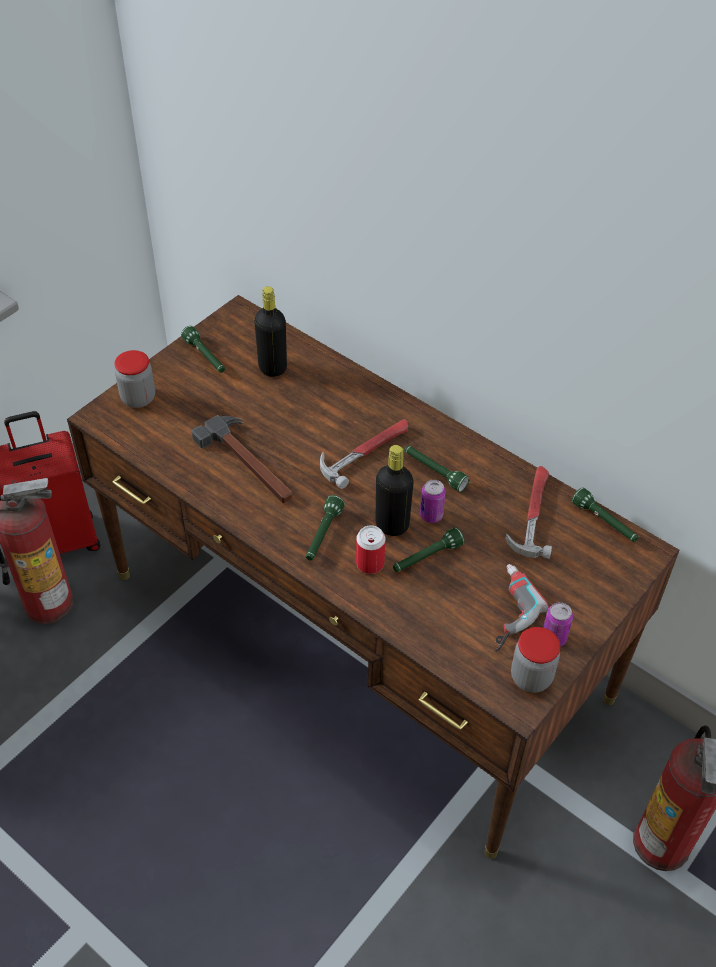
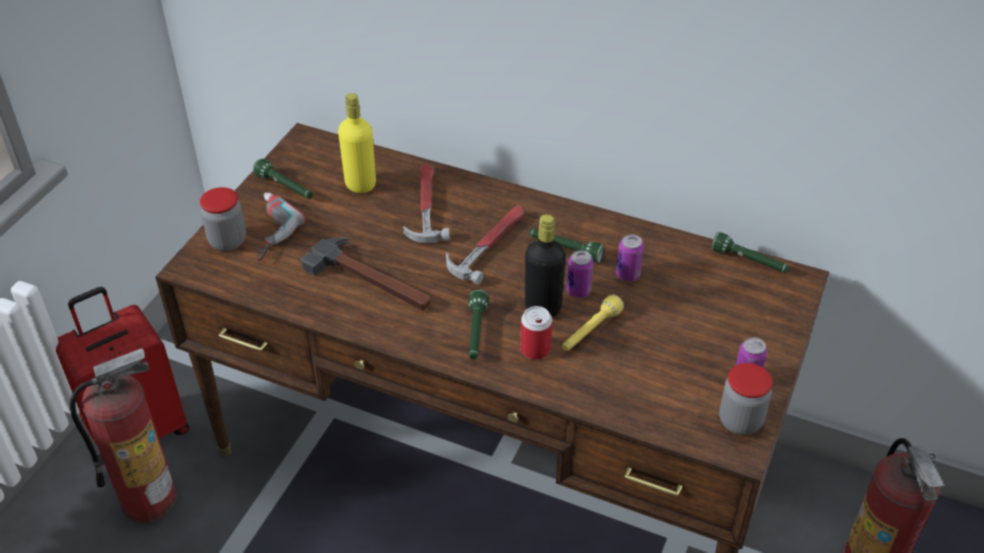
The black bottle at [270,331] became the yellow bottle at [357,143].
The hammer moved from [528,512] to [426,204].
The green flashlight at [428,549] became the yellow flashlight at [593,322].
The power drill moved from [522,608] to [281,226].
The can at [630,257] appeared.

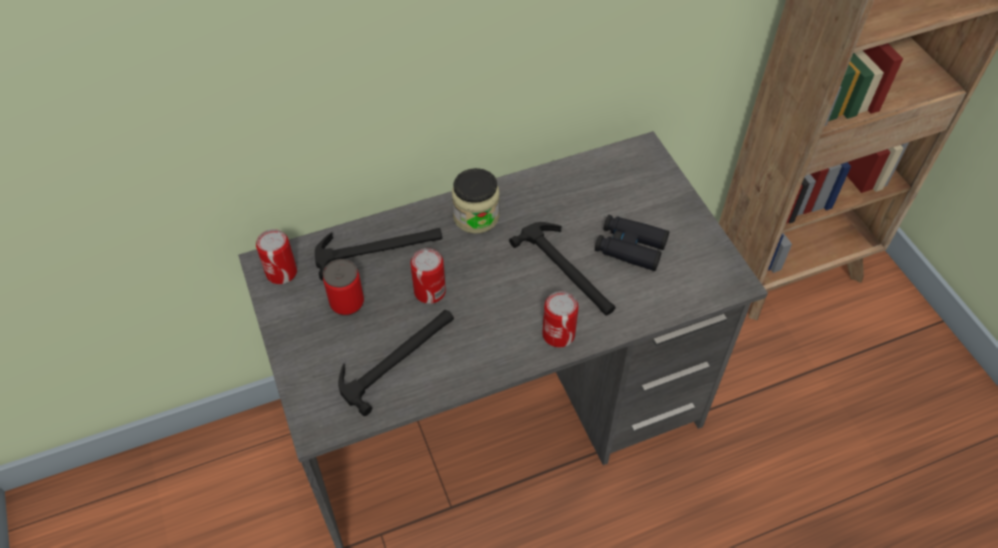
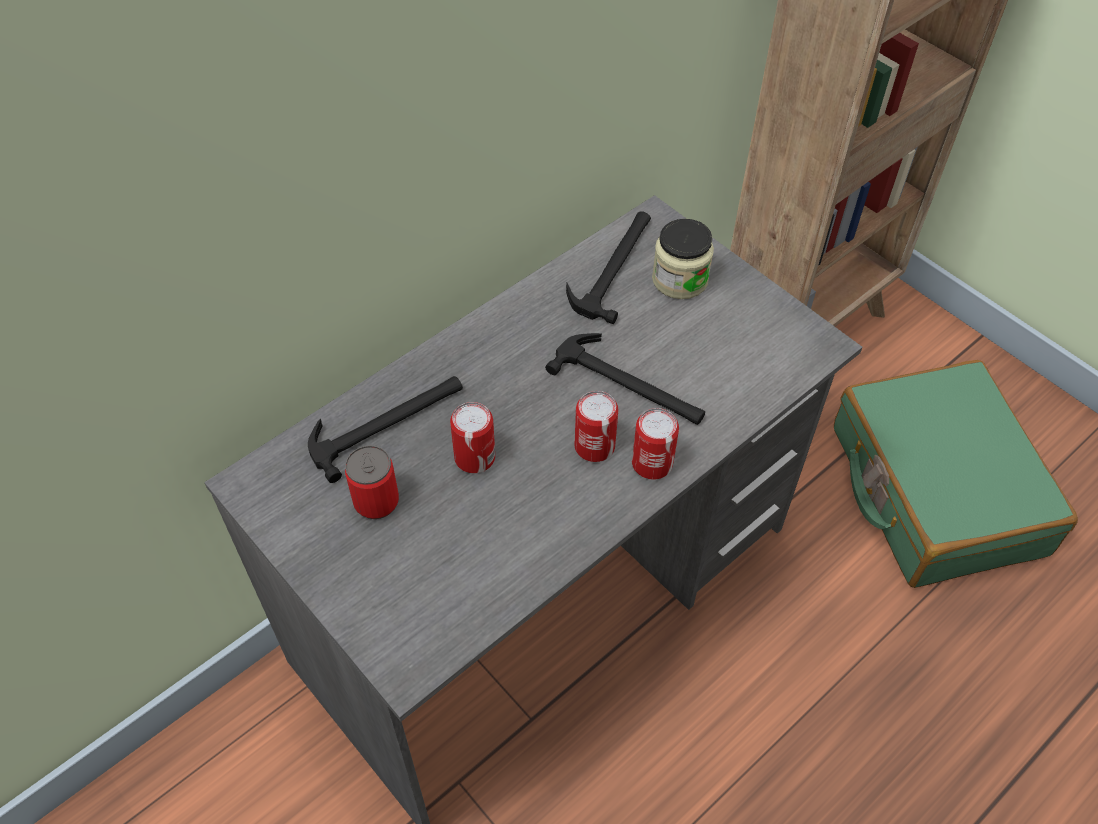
The jar moved from [476,201] to [683,259].
The black binoculars at [632,243] disappeared.
The can moved from [276,256] to [596,426].
The hammer moved from [396,363] to [608,267].
The green suitcase at [956,474] appeared.

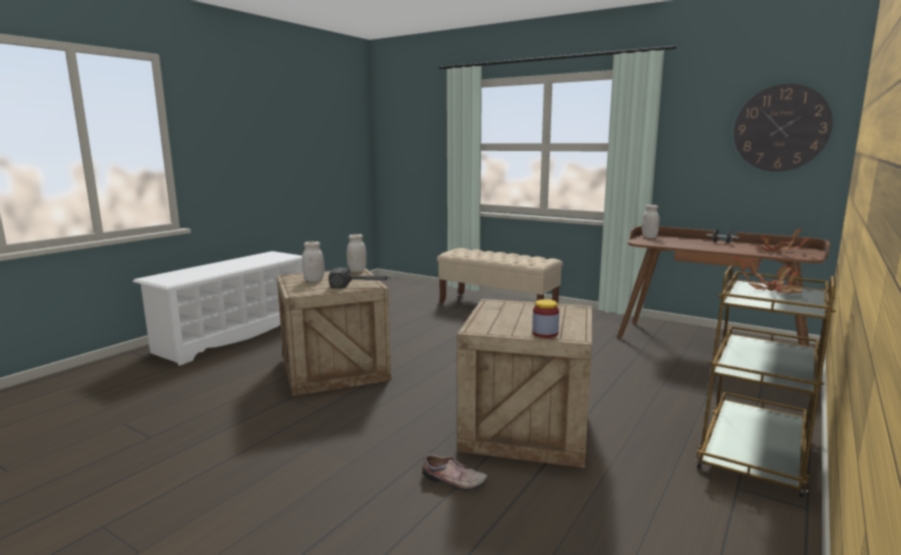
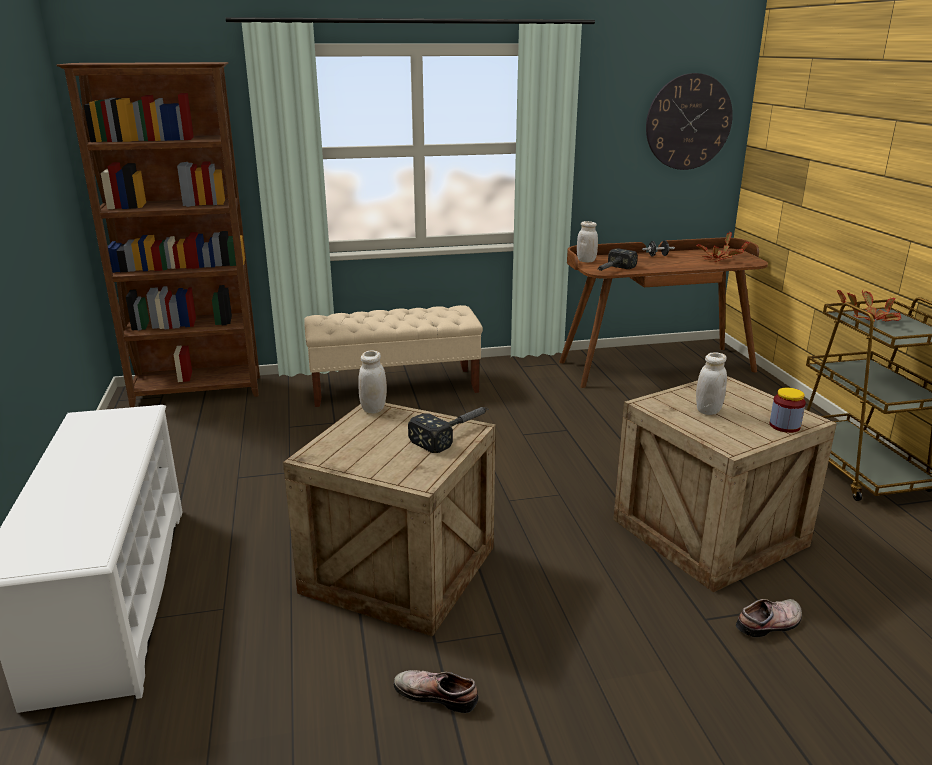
The white jar moved from [313,261] to [711,383].
The brown bookcase at [158,234] appeared.
The hammer at [618,260] appeared.
The shoe at [436,691] appeared.

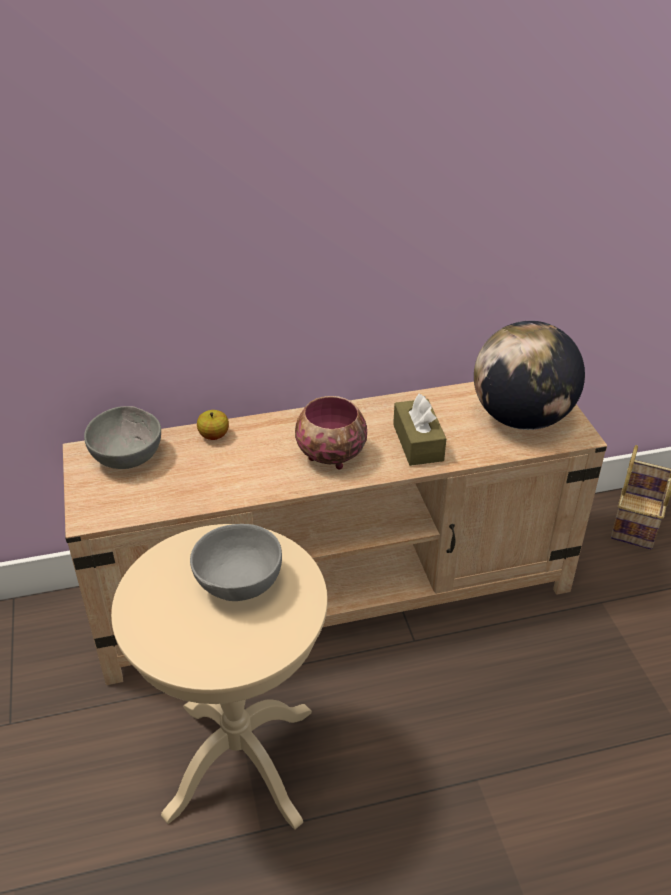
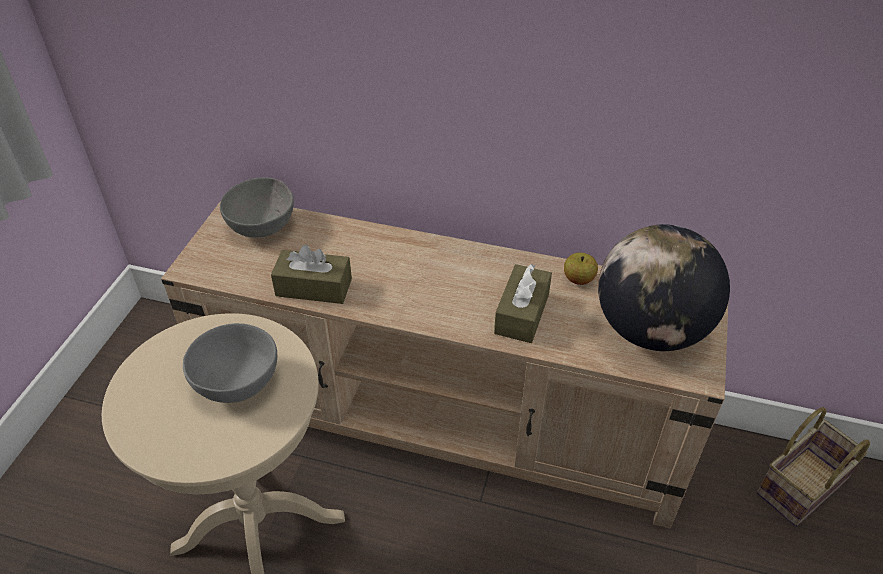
The bowl at [331,433] disappeared.
The apple moved from [213,425] to [581,269].
The brown tissue box at [311,274] appeared.

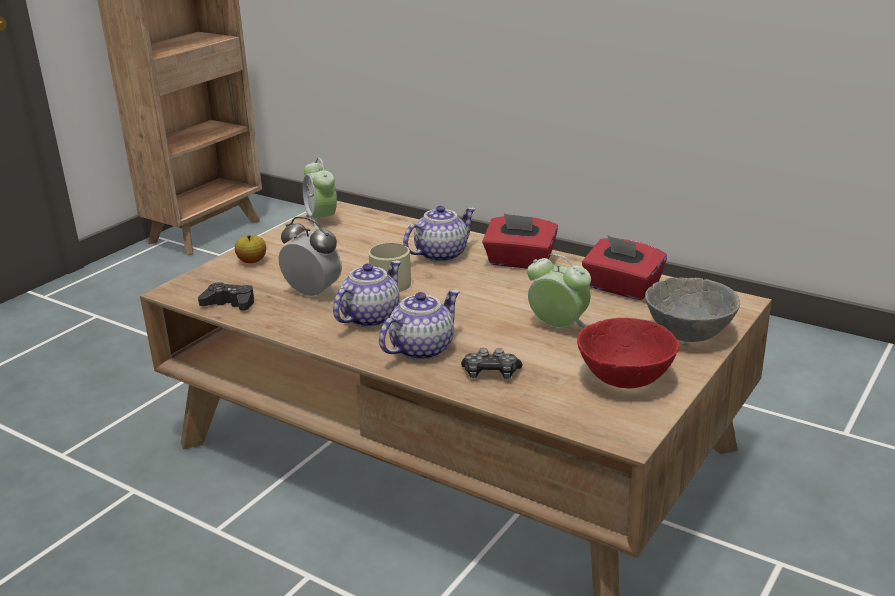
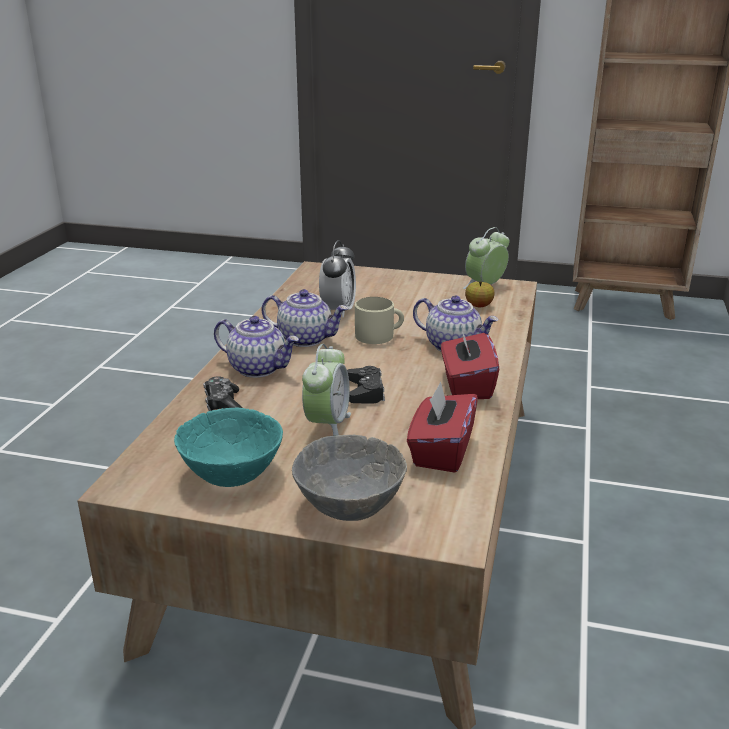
The apple moved from [250,249] to [480,294].
The black game controller moved from [226,296] to [366,385].
The red bowl at [628,353] became the turquoise bowl at [228,447].

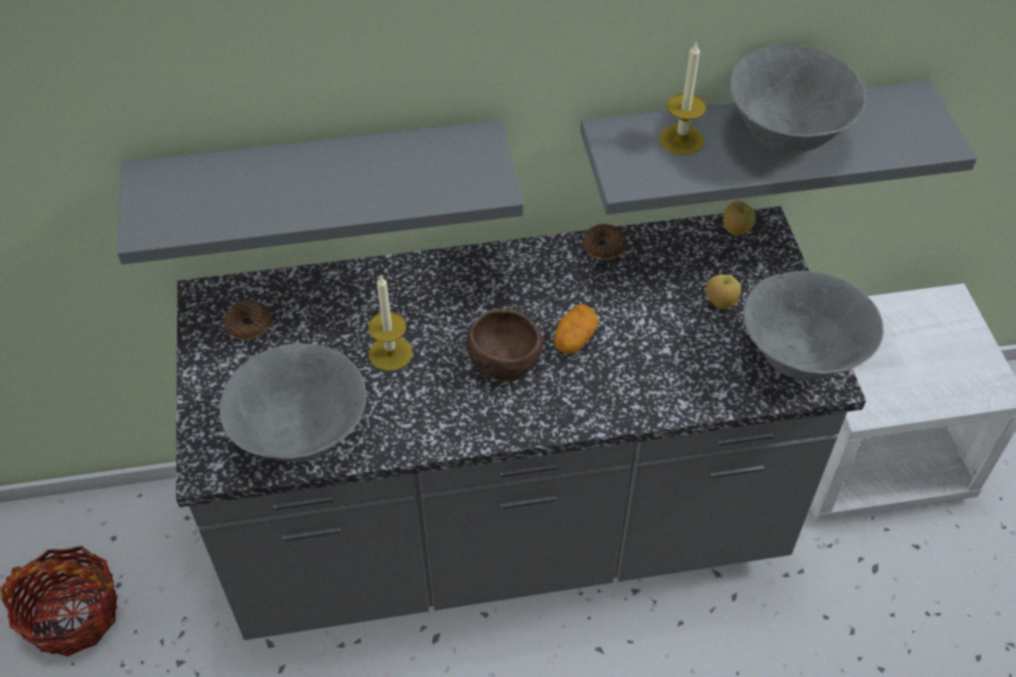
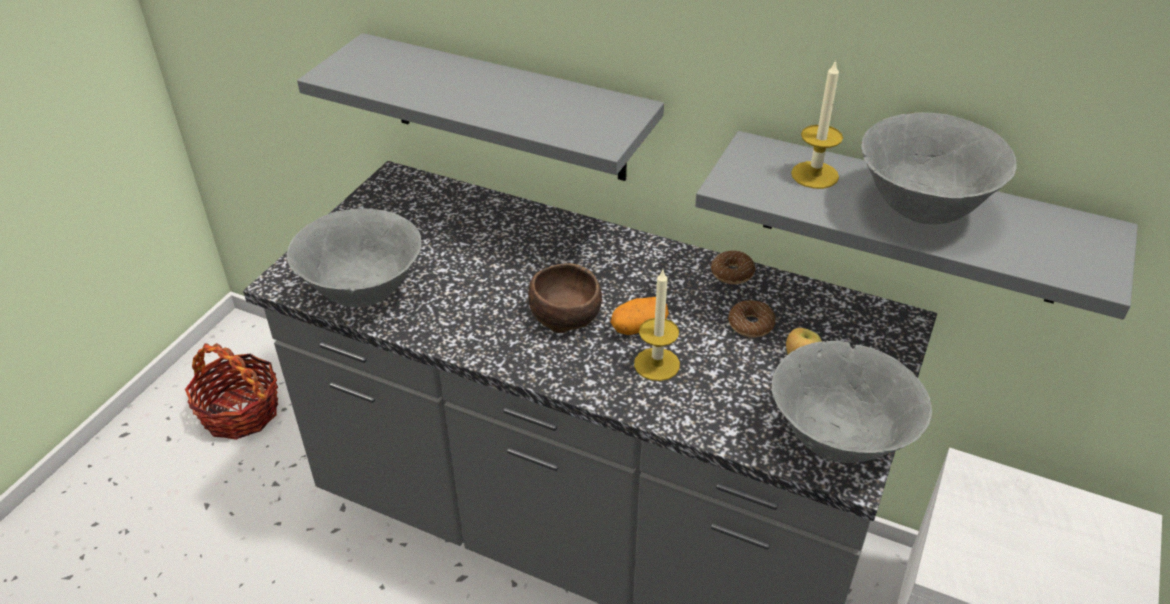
The apple at [739,218] disappeared.
The candle moved from [390,322] to [657,325].
The donut moved from [248,320] to [752,318].

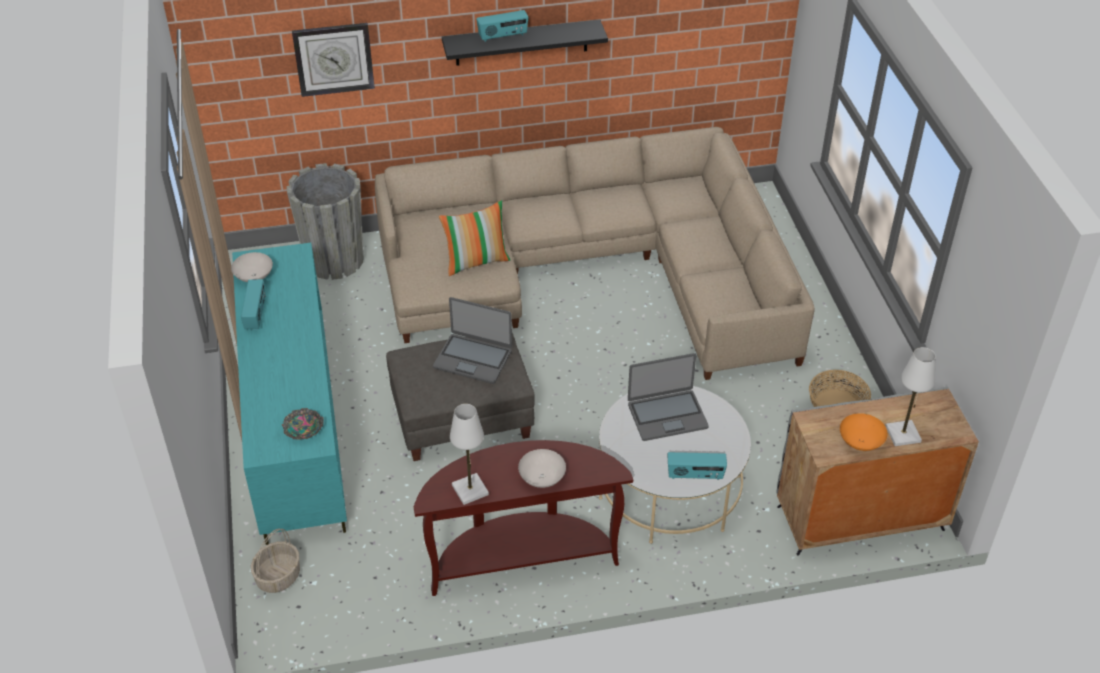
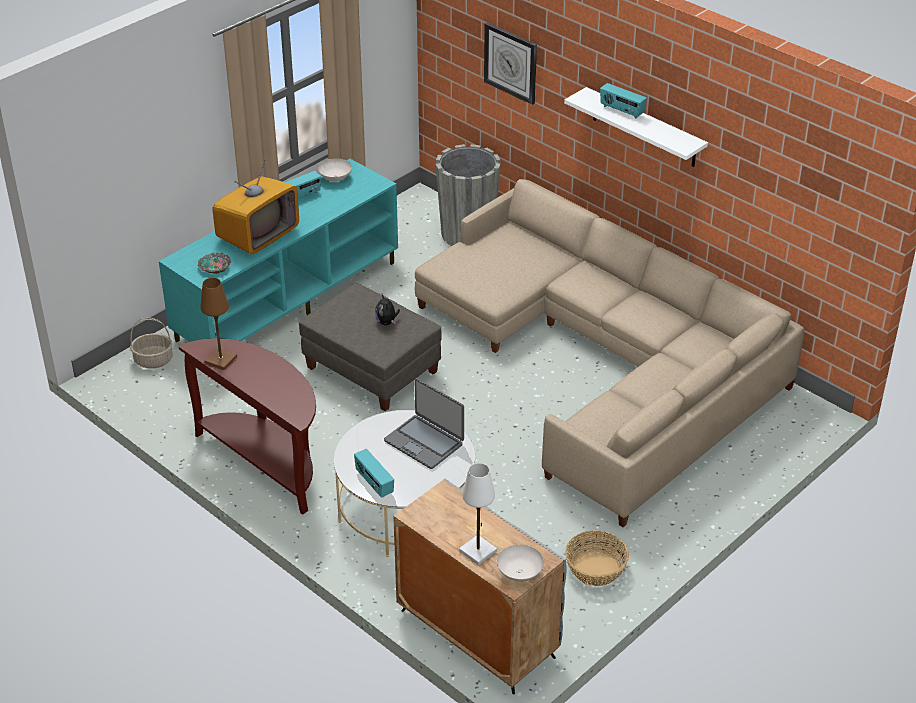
The black shelf at [525,42] became the white shelf at [636,127].
The pillow at [474,238] disappeared.
The laptop at [472,340] was replaced by the plush toy at [387,309].
The white table lamp at [469,454] became the brown table lamp at [218,324].
The orange bowl at [864,432] disappeared.
The white bowl moved from [542,468] to [520,563].
The television at [255,207] appeared.

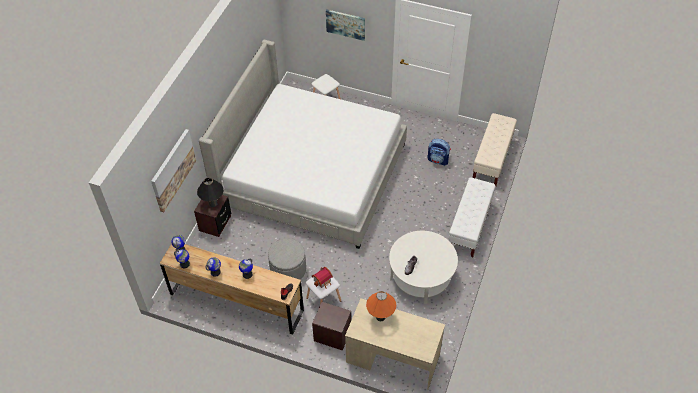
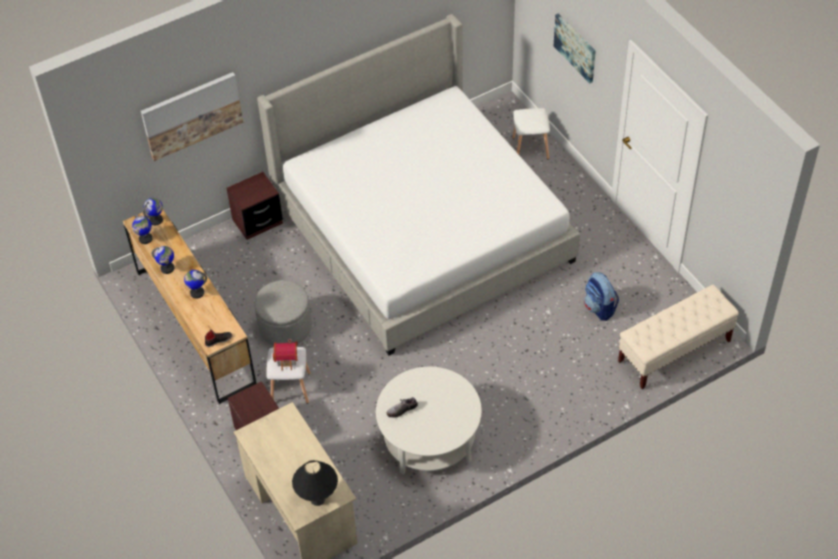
The white bench at [472,217] disappeared.
The black table lamp moved from [210,192] to [315,483].
The orange table lamp at [381,306] disappeared.

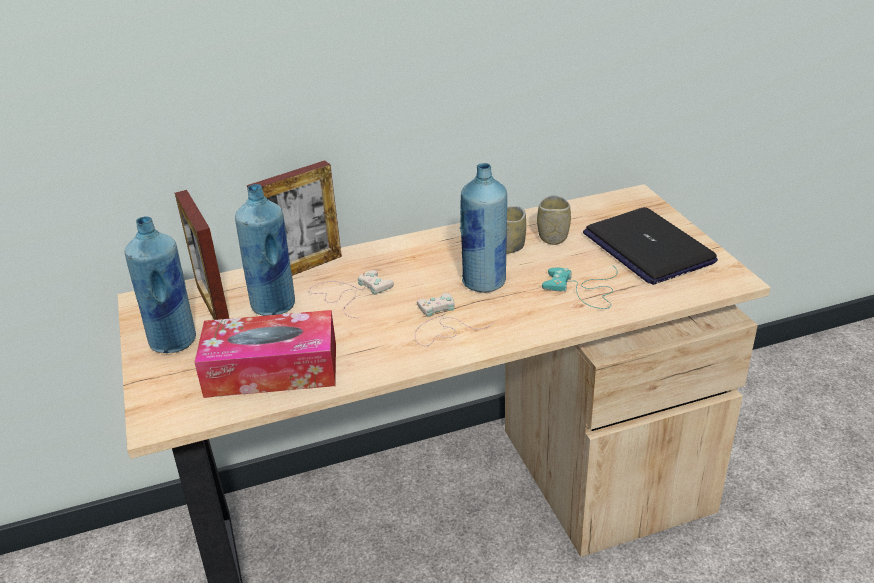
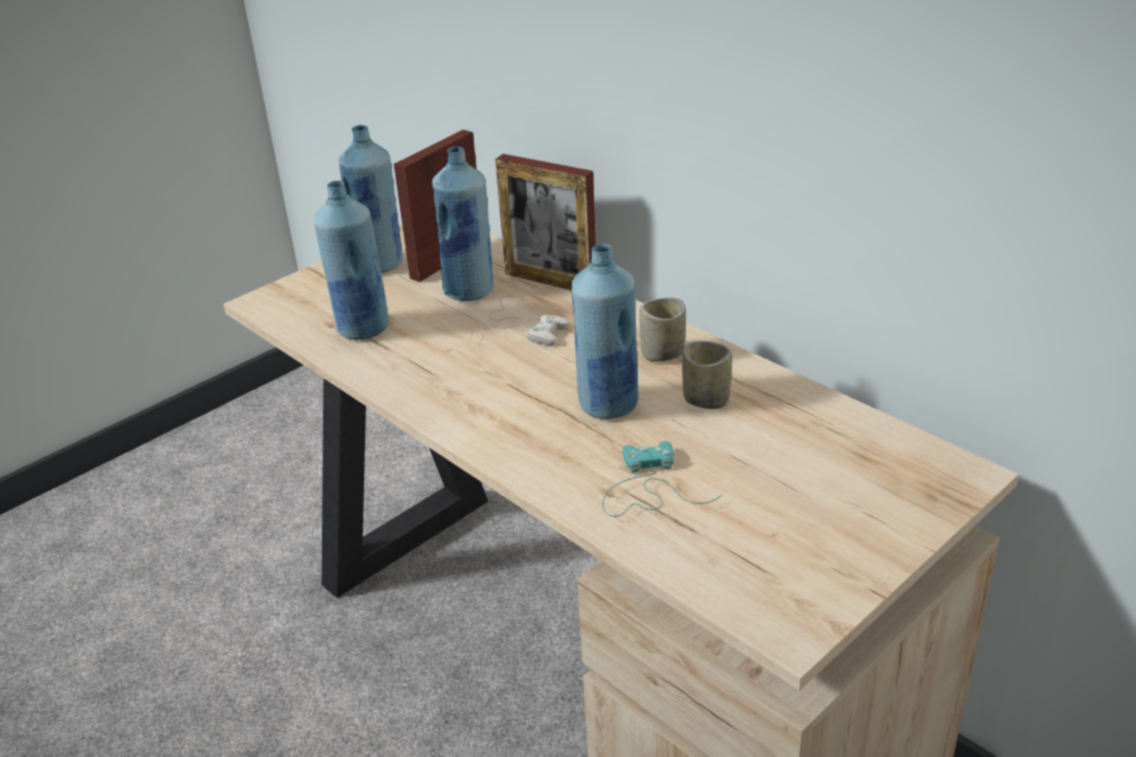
The cup moved from [554,220] to [662,329].
The laptop at [650,246] disappeared.
The white game controller at [455,319] disappeared.
The tissue box at [265,354] was replaced by the blue bottle at [351,260].

